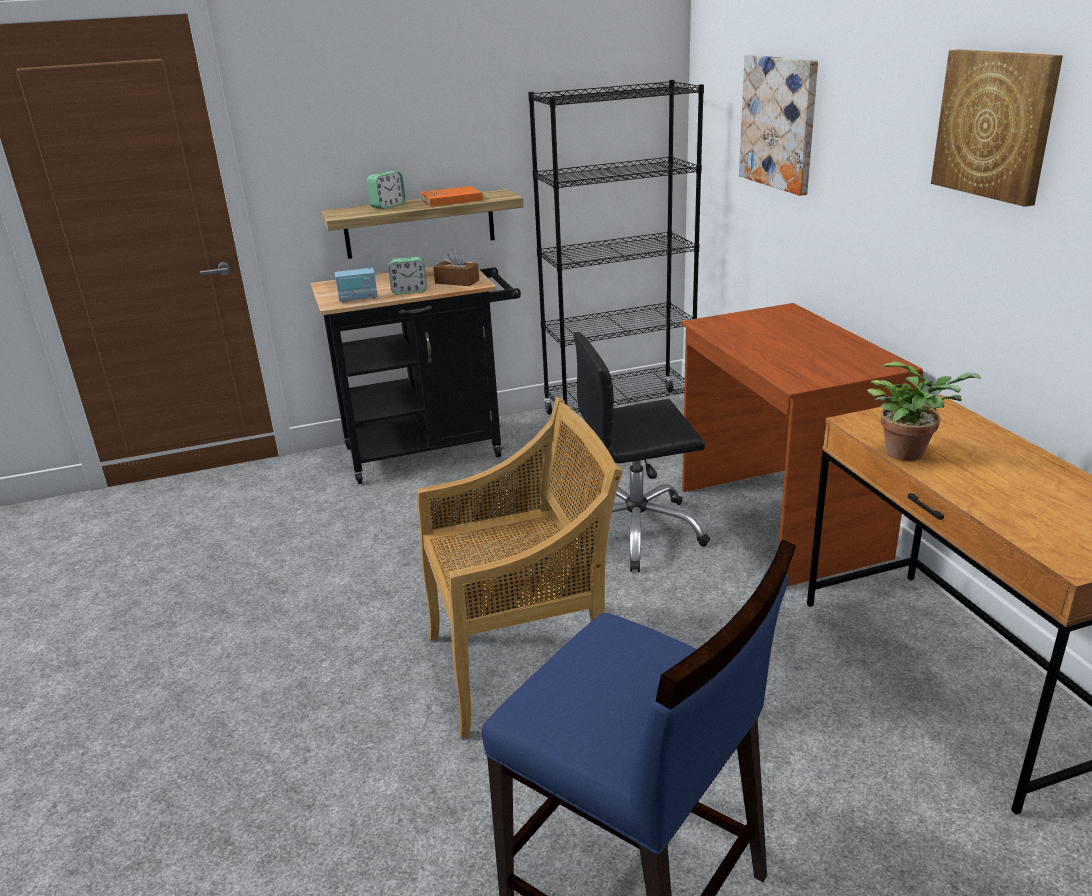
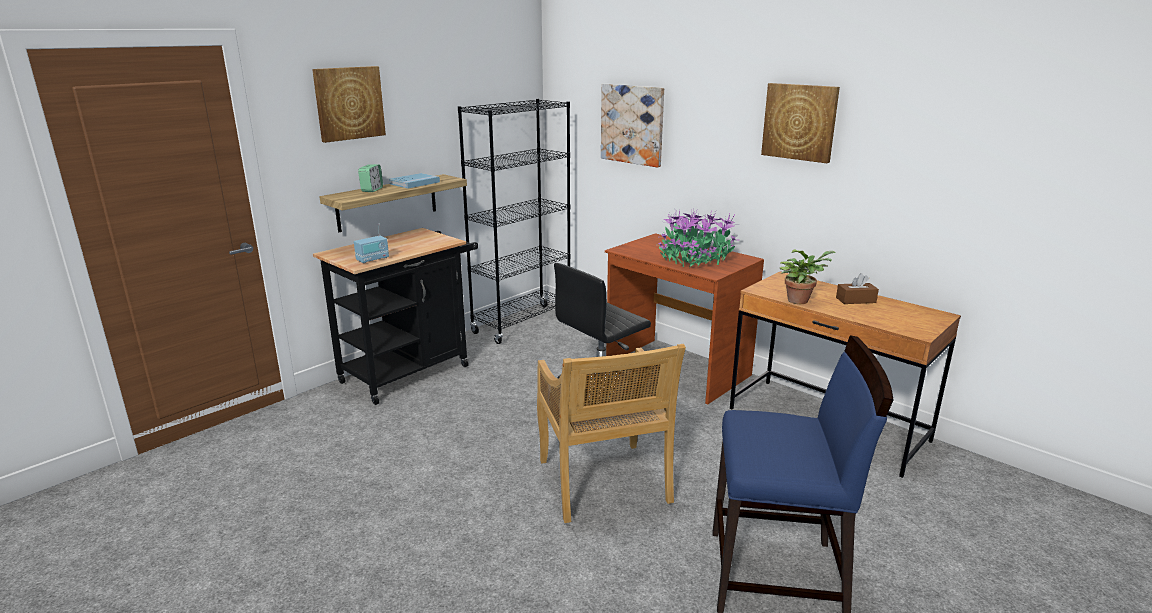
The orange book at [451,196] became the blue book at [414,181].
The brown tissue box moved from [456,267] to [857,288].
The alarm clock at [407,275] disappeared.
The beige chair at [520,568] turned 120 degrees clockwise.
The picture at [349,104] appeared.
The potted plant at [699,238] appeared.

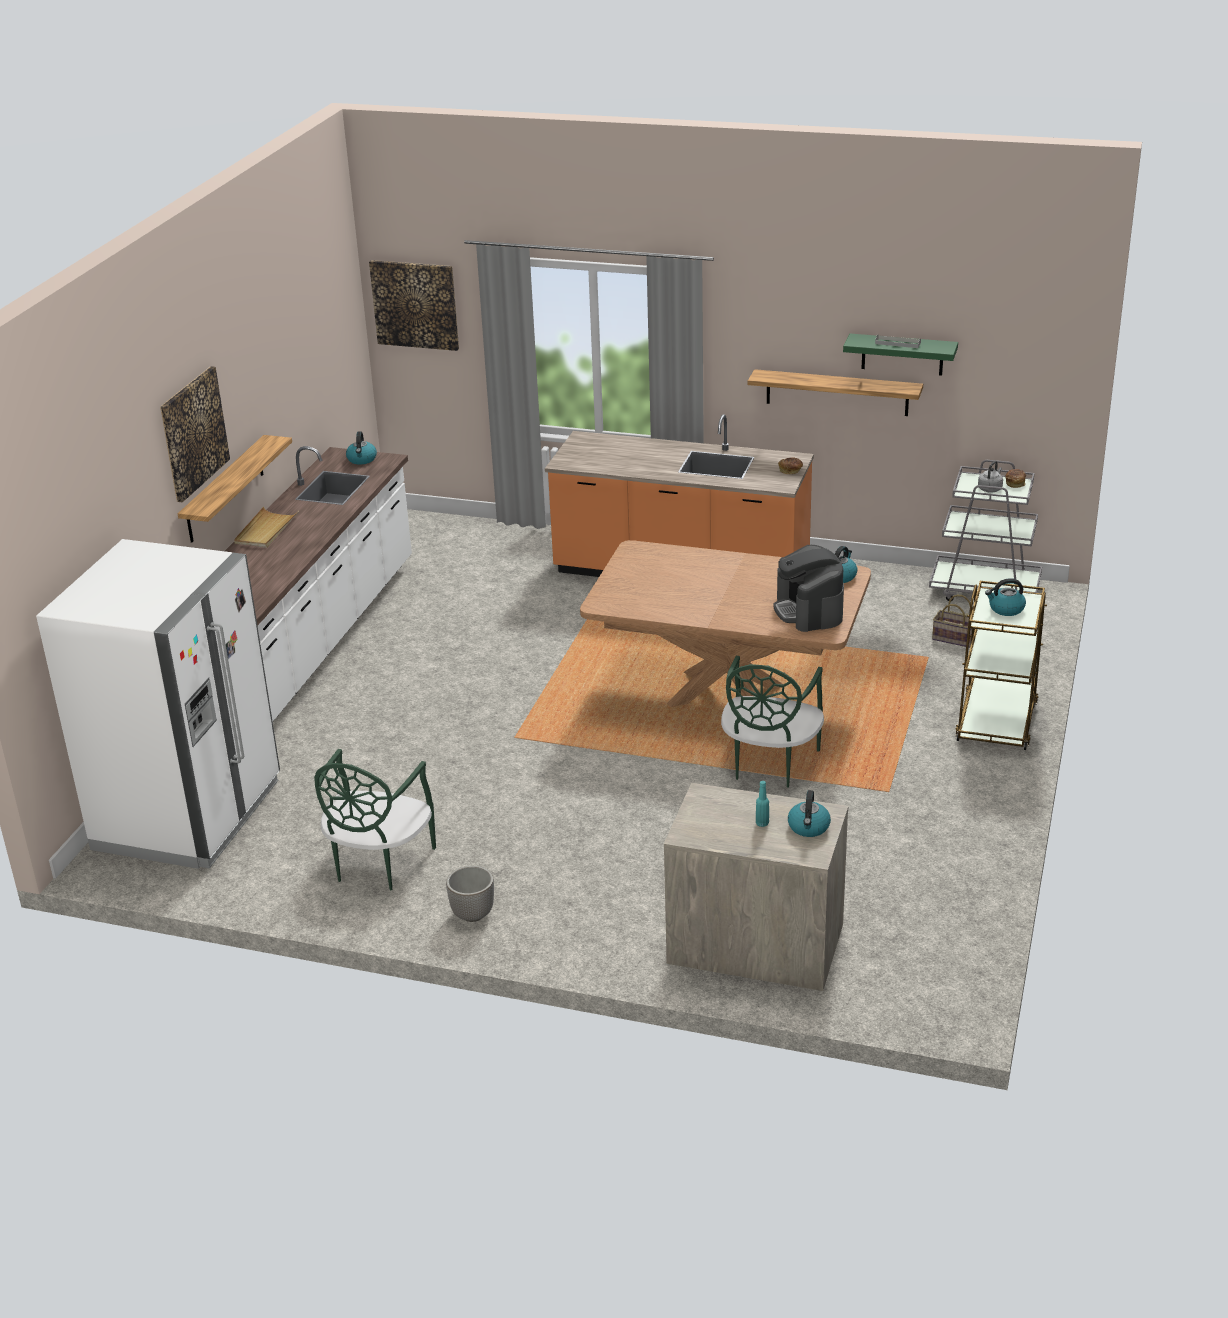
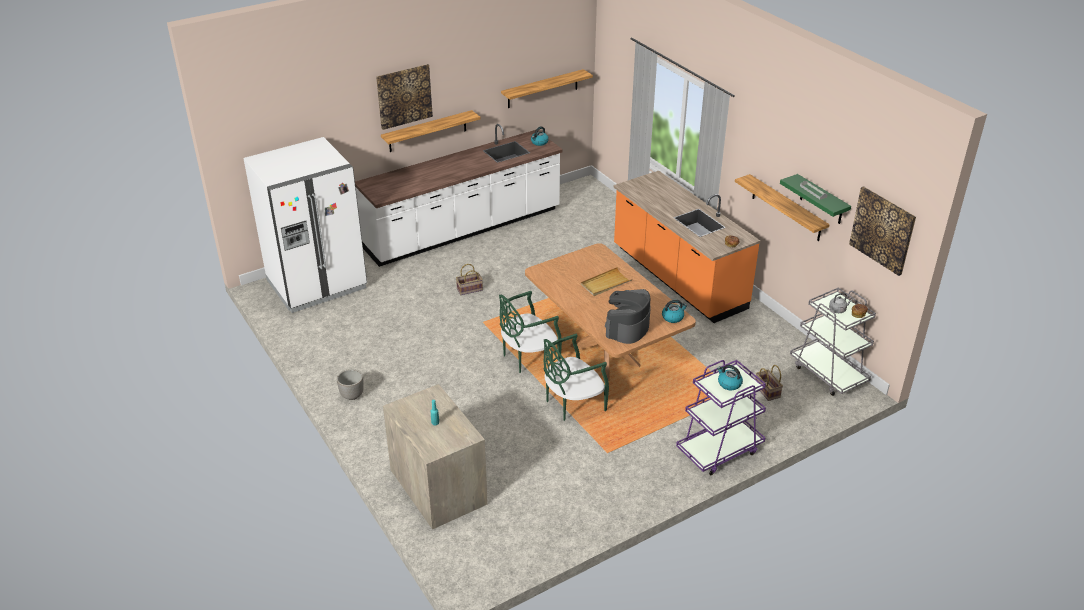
The picture moved from [414,305] to [882,231].
The beige tray moved from [266,527] to [606,281].
The brown cart at [1001,665] became the purple cart at [721,417].
The green chair moved from [375,820] to [530,332].
The kettle at [809,813] disappeared.
The shelf at [547,88] appeared.
The basket at [469,279] appeared.

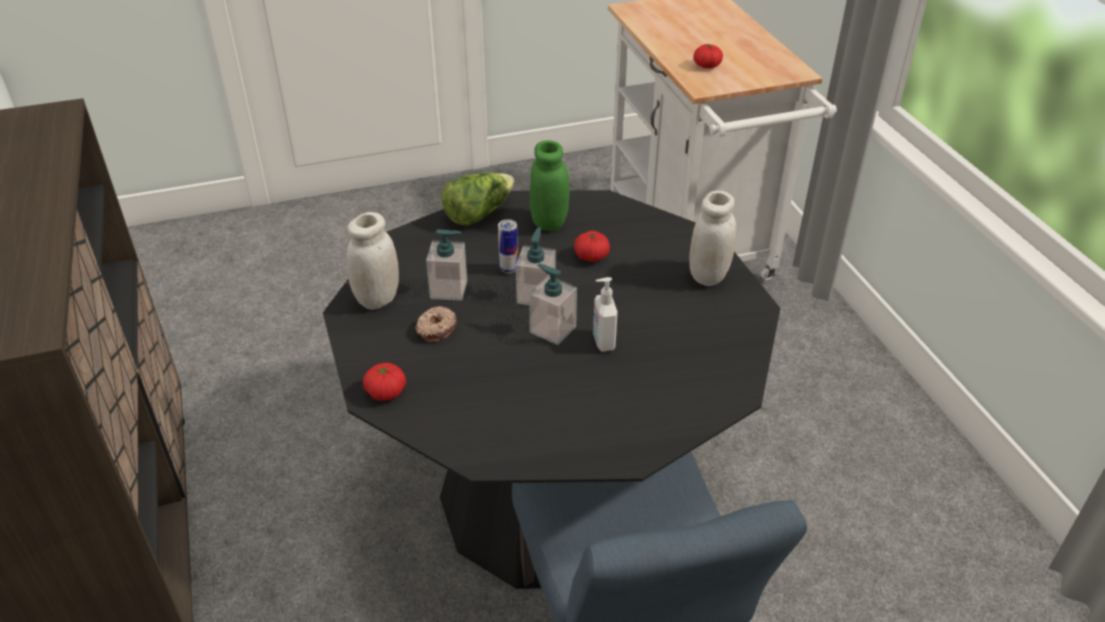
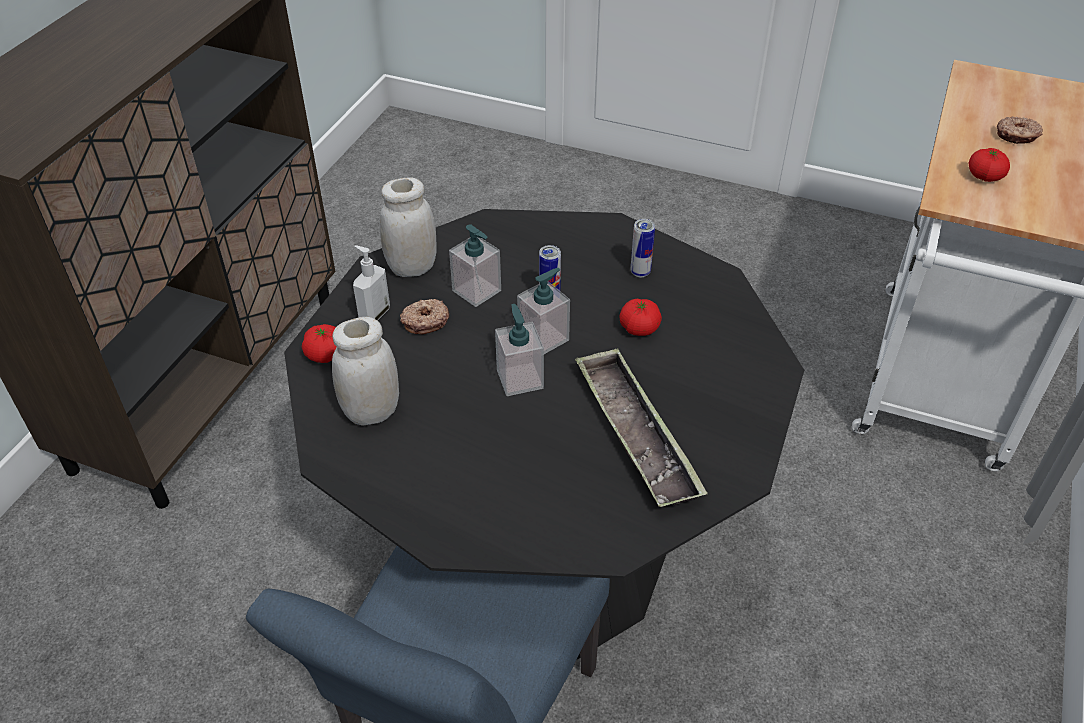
The green jar at [550,185] was replaced by the can at [643,248].
The lettuce at [477,198] disappeared.
The white jar moved from [712,238] to [365,371].
The soap dispenser moved from [605,314] to [371,283].
The donut at [1020,130] appeared.
The tray at [641,427] appeared.

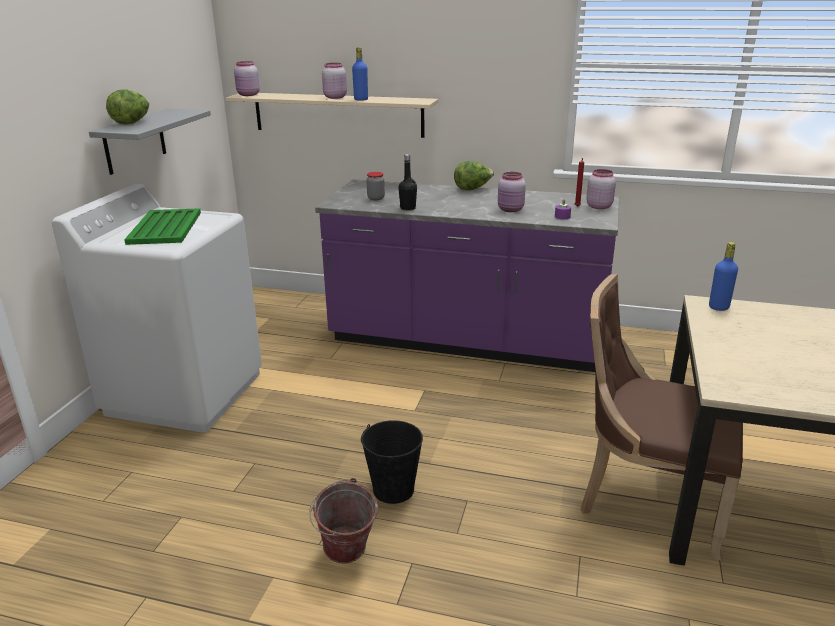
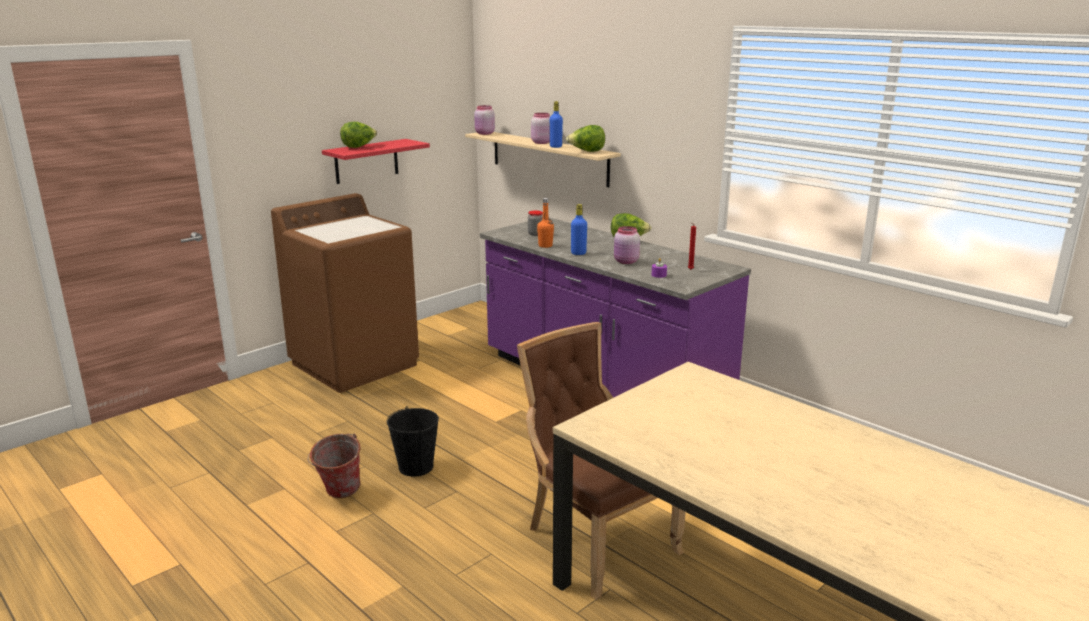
The grey shelf at [150,142] became the red shelf at [376,161].
The black bottle at [407,182] became the orange bottle at [545,223].
The pink jar at [601,189] disappeared.
The white washing machine at [157,308] became the brown washing machine at [345,293].
The green tray at [162,226] disappeared.
The blue bottle moved from [723,276] to [579,229].
The lettuce at [585,138] appeared.

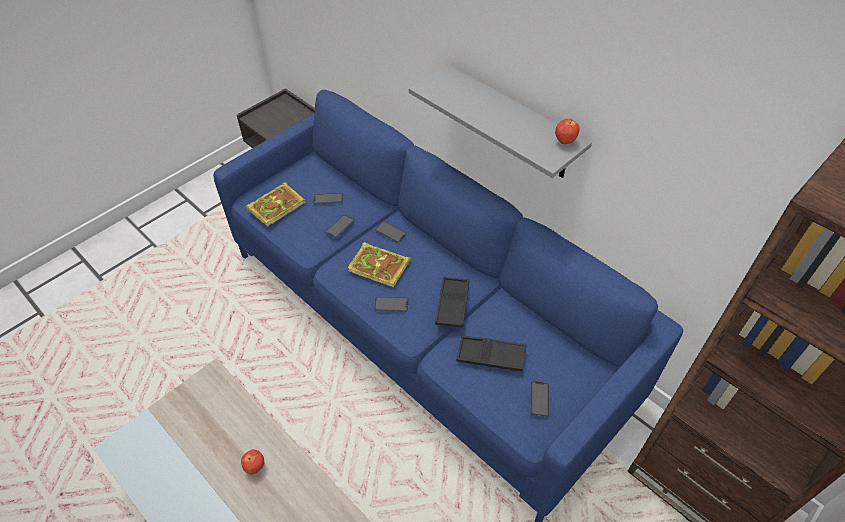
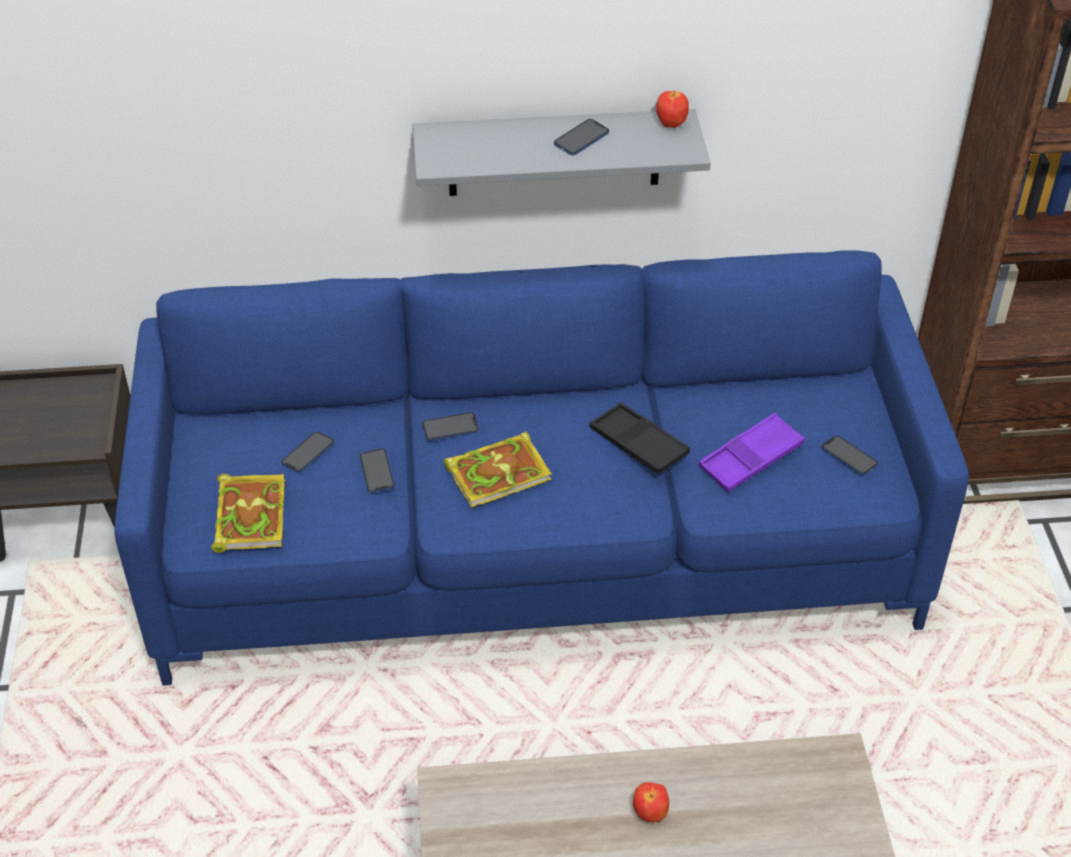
The phone moved from [391,304] to [581,137].
The black tray at [491,354] became the purple tray at [752,452].

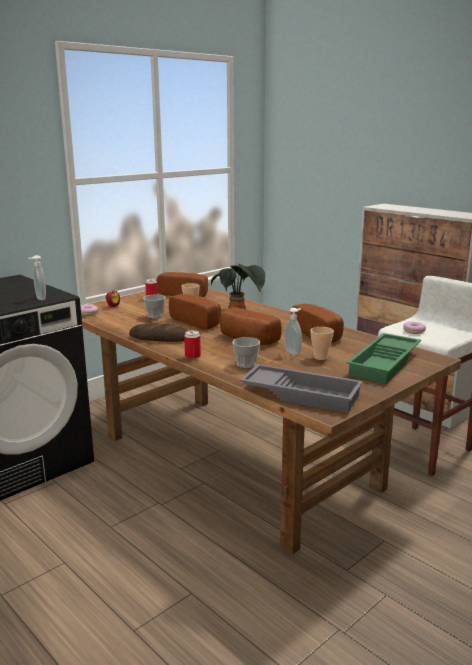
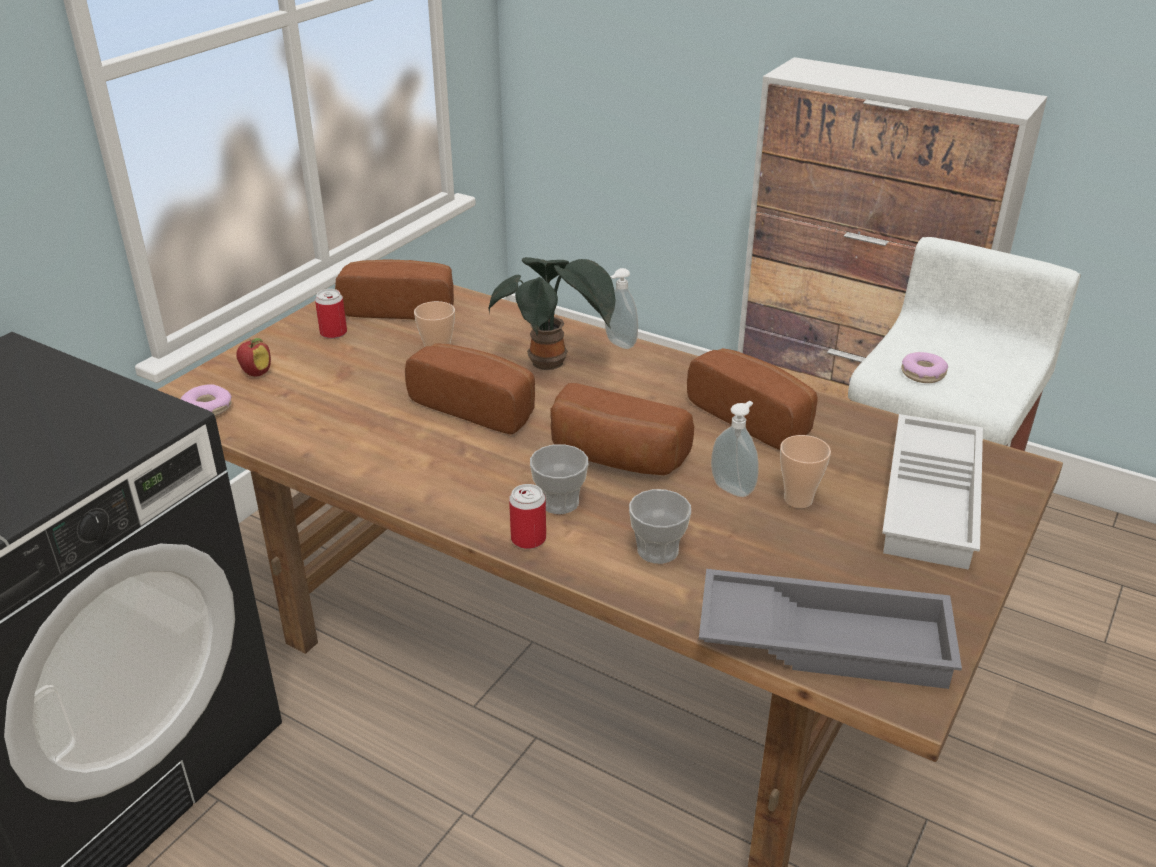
The soap dispenser moved from [37,277] to [621,308].
The cup moved from [154,307] to [559,479].
The bread at [158,332] disappeared.
The green tray at [383,358] became the white tray at [932,492].

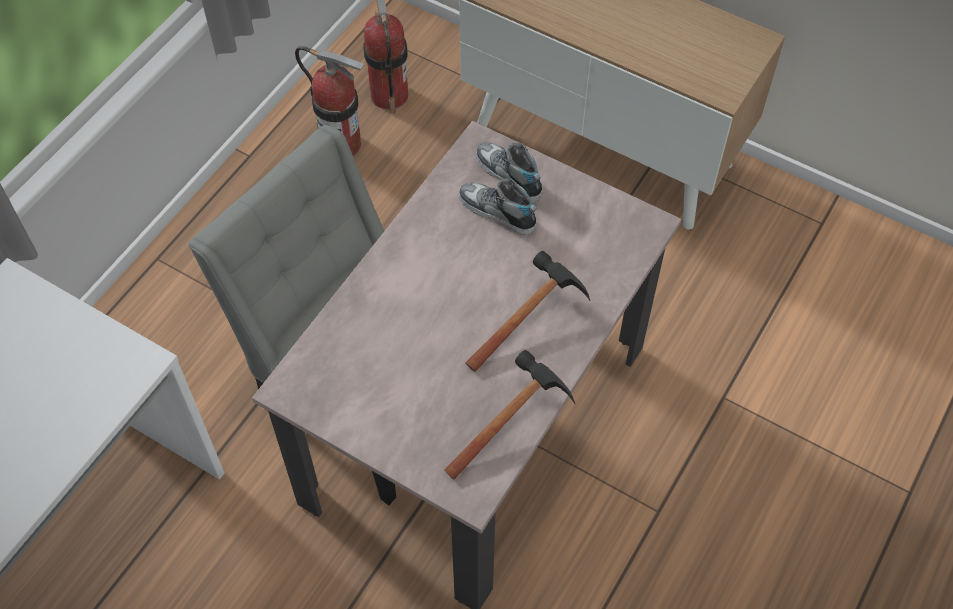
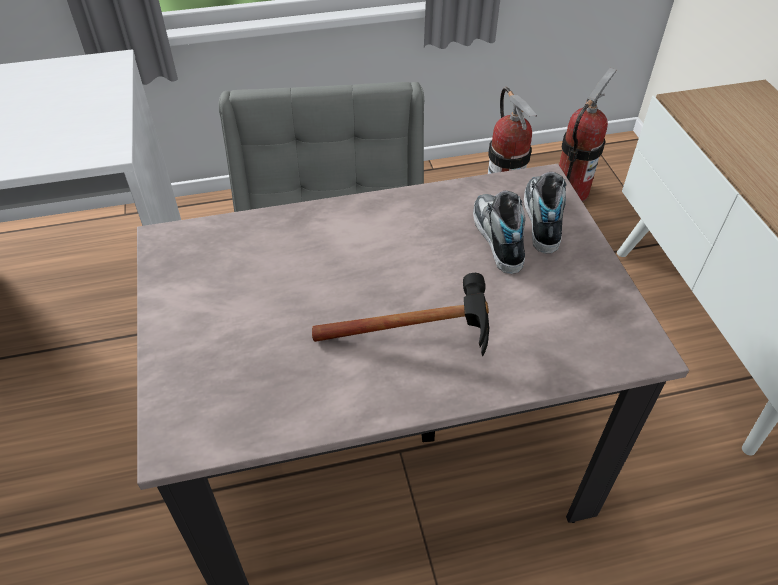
The hammer at [509,415] disappeared.

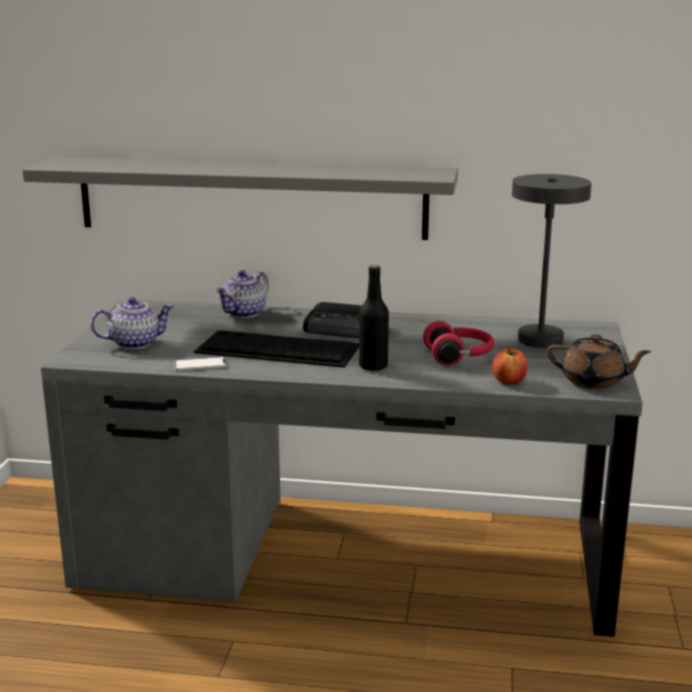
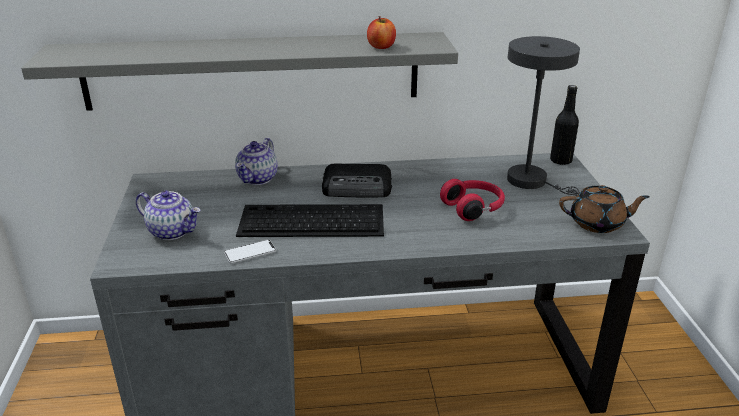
The black bottle moved from [374,318] to [564,125].
The teapot at [132,323] turned 60 degrees clockwise.
The apple moved from [509,365] to [381,32].

